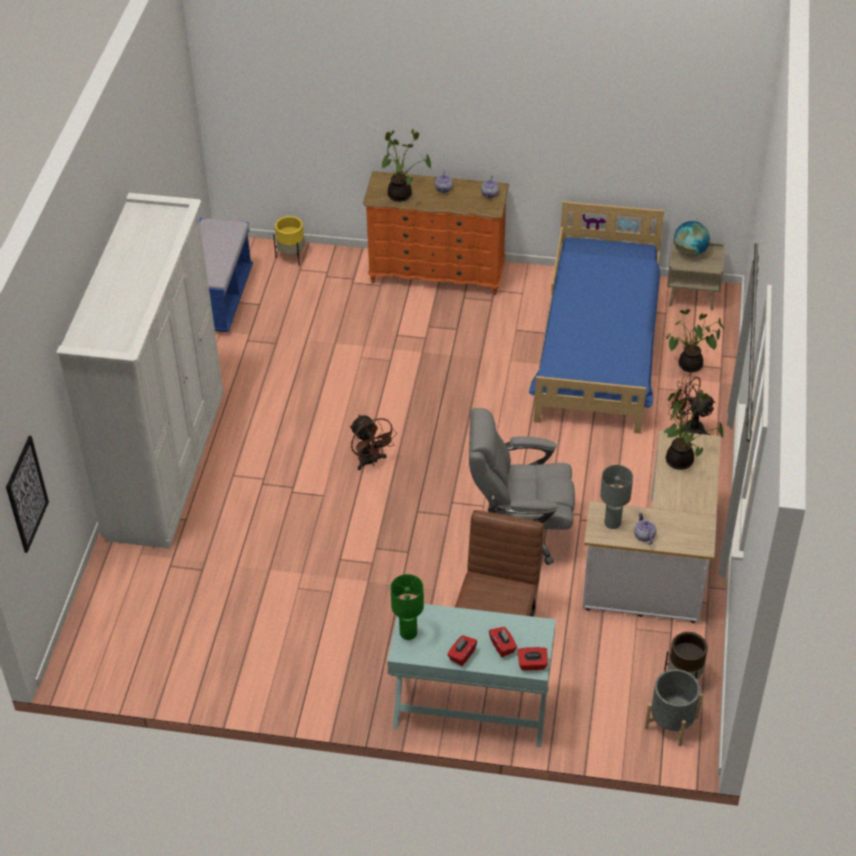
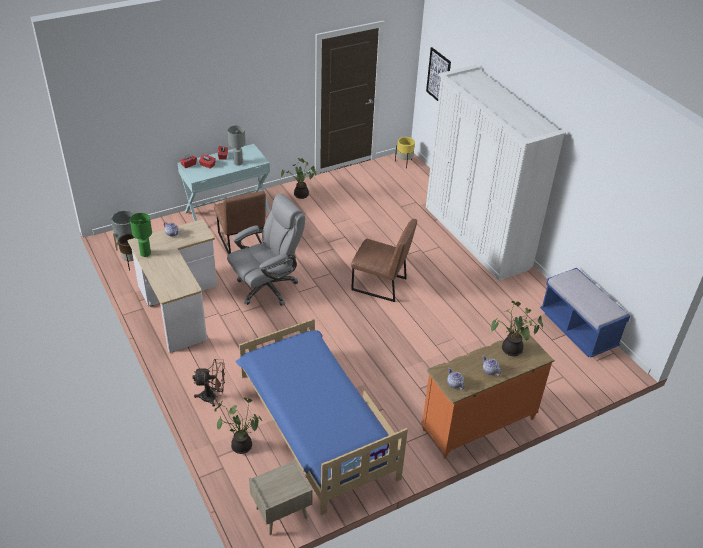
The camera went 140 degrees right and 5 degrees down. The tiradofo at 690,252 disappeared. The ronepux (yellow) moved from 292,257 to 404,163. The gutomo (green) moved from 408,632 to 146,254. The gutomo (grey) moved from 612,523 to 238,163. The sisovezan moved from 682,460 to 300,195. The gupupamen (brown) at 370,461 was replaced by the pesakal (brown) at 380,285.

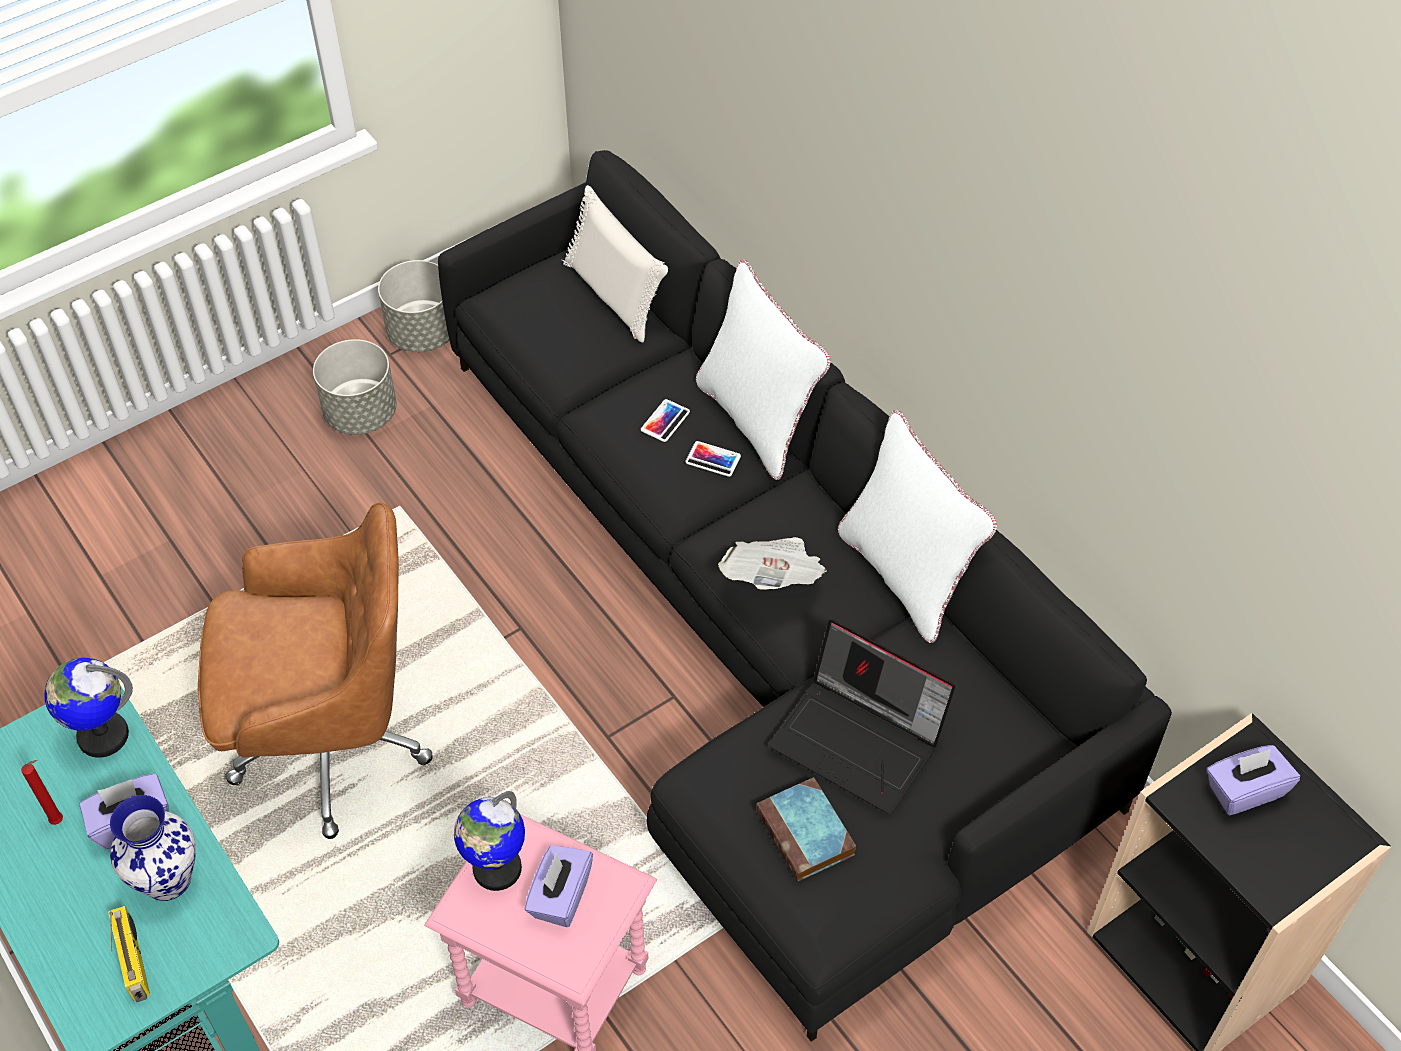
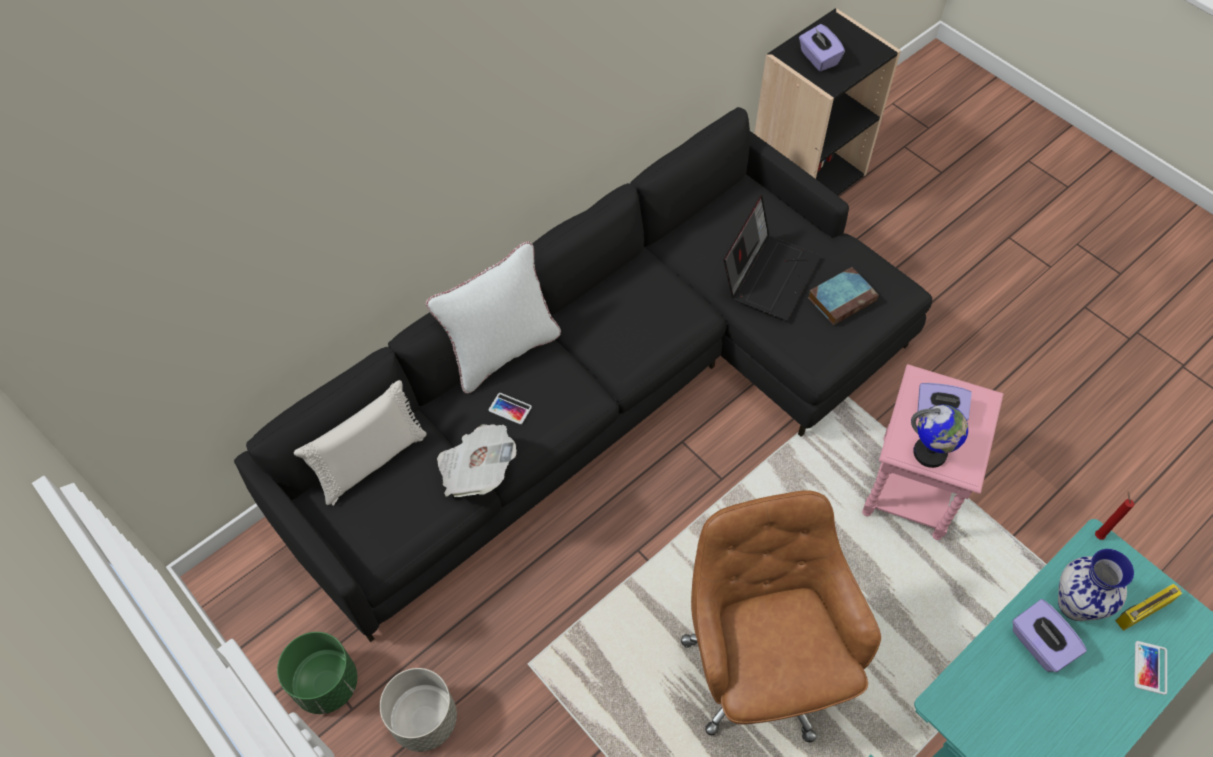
The camera went 95 degrees left and 5 degrees up. The tiradofo at 102,735 disappeared. The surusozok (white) at 905,575 disappeared. The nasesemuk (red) moved from 59,821 to 1097,534. The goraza moved from 713,459 to 1150,667. The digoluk moved from 773,579 to 476,470. The ronepux (grey) at 422,333 became the ronepux (green) at 326,684.

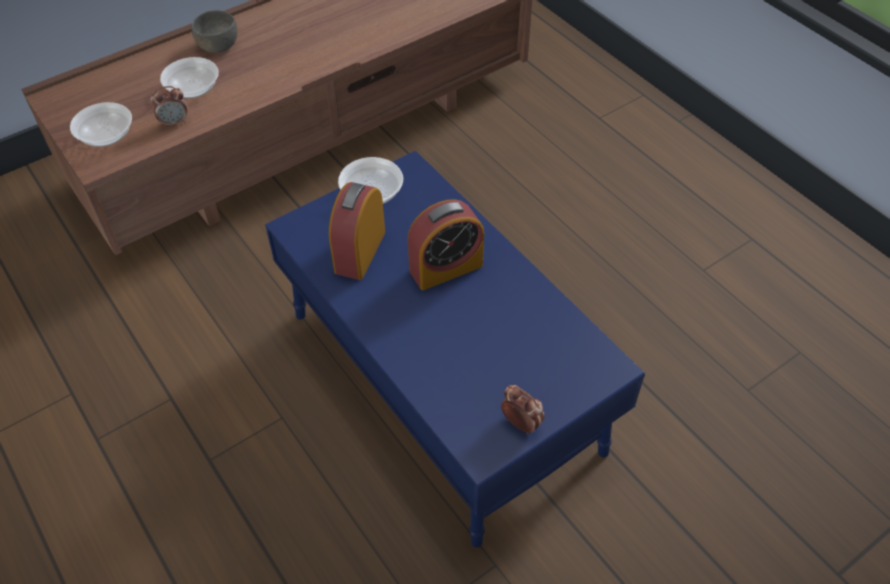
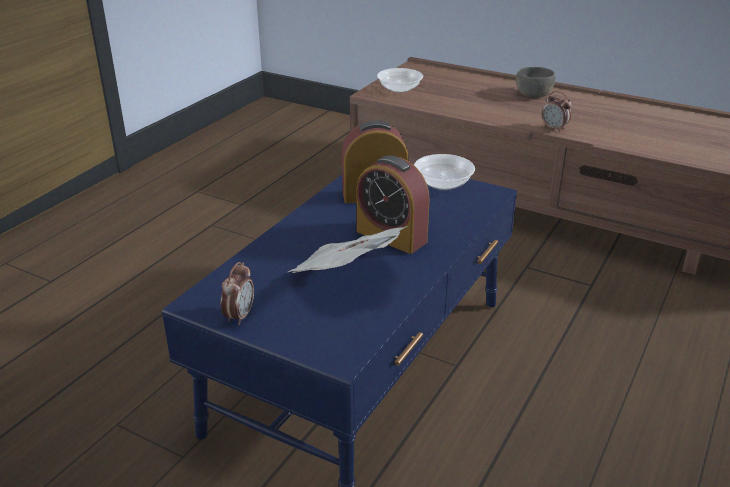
The camera went 65 degrees right and 20 degrees down. The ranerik at 193,89 disappeared. The digoluk at 346,276 appeared. The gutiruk moved from 174,122 to 554,128.

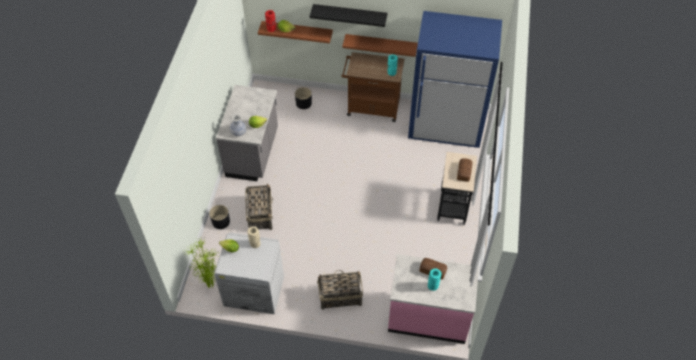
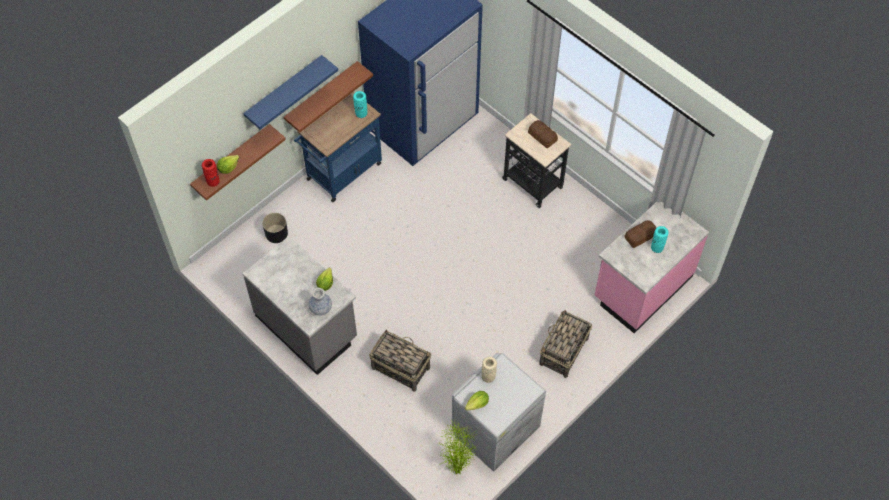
The camera went 55 degrees left and 5 degrees up. The ronepux (black) at 220,221 disappeared. The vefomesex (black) at 350,14 became the vefomesex (blue) at 284,91. The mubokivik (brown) at 371,108 became the mubokivik (blue) at 342,173.

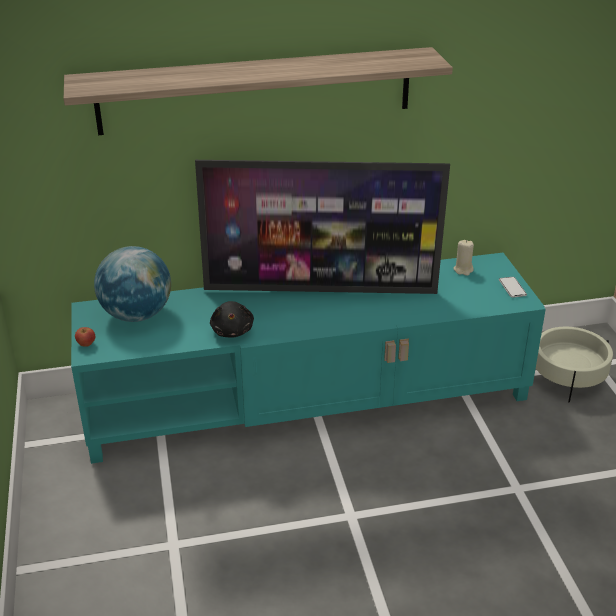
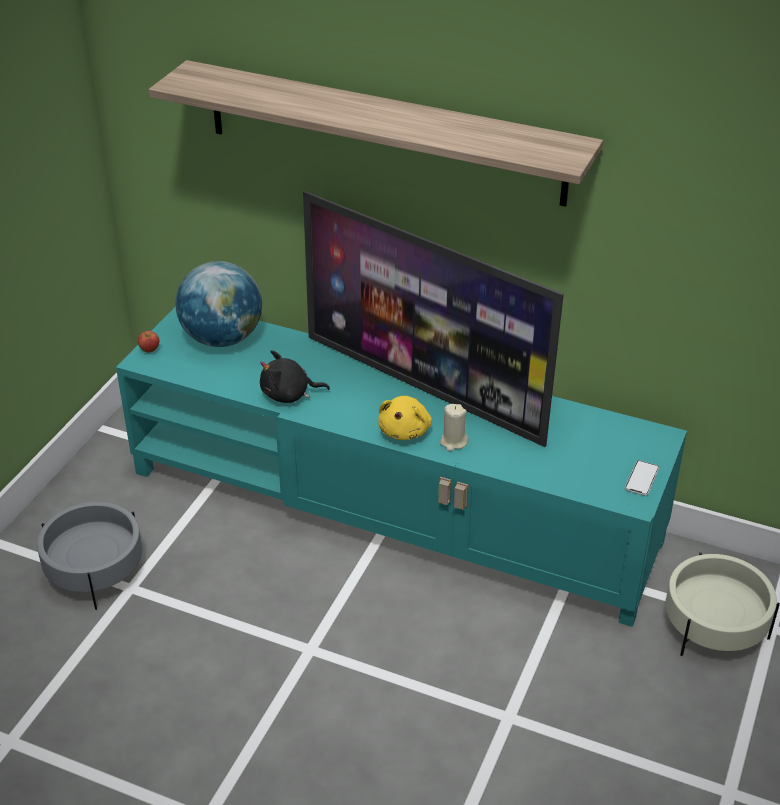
The camera went 35 degrees right and 5 degrees up. The ronepux (grey) at 95,571 appeared. The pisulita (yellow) at 405,430 appeared. The nasesemuk (beige) moved from 463,270 to 453,442. The pisulita (black) at 232,331 turned 60 degrees clockwise.

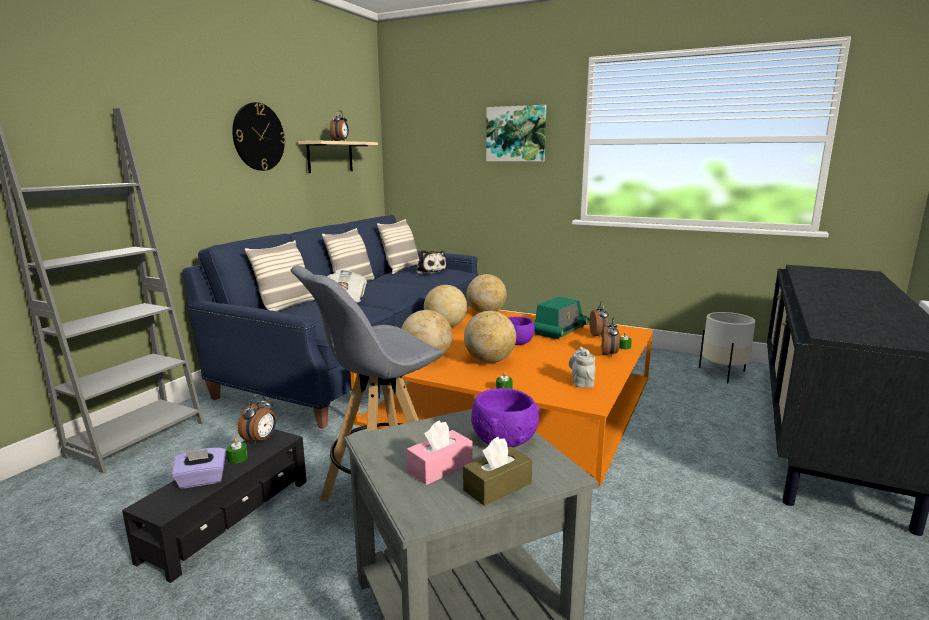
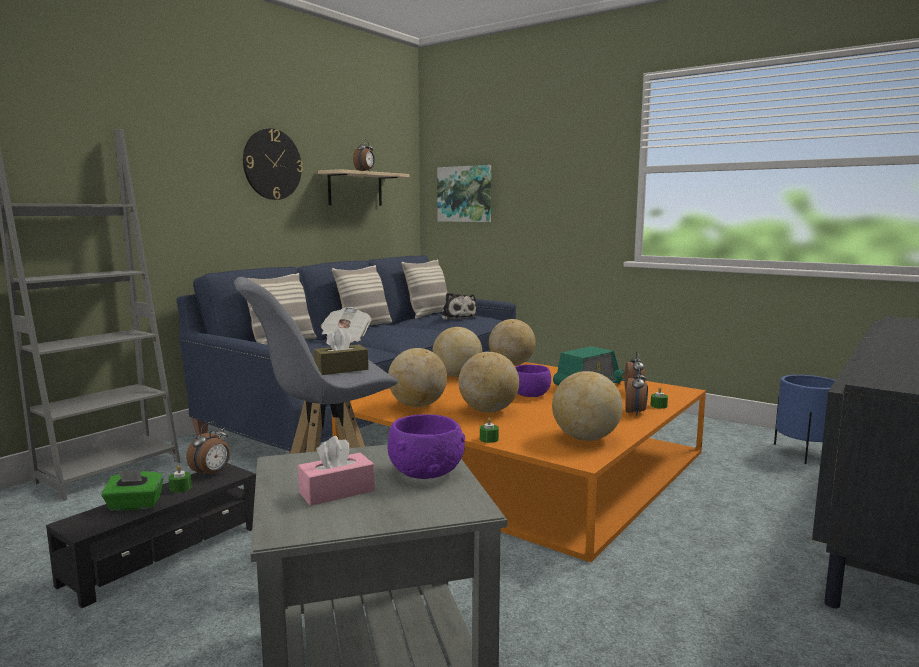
The camera went 10 degrees right and 5 degrees down. The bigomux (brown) moved from 497,487 to 341,369. The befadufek moved from 516,134 to 465,194. The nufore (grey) at 582,382 was replaced by the tiradofo at 585,438. The bigomux (purple) at 202,480 became the bigomux (green) at 134,505. The ronepux (white) at 723,373 became the ronepux (blue) at 804,453.

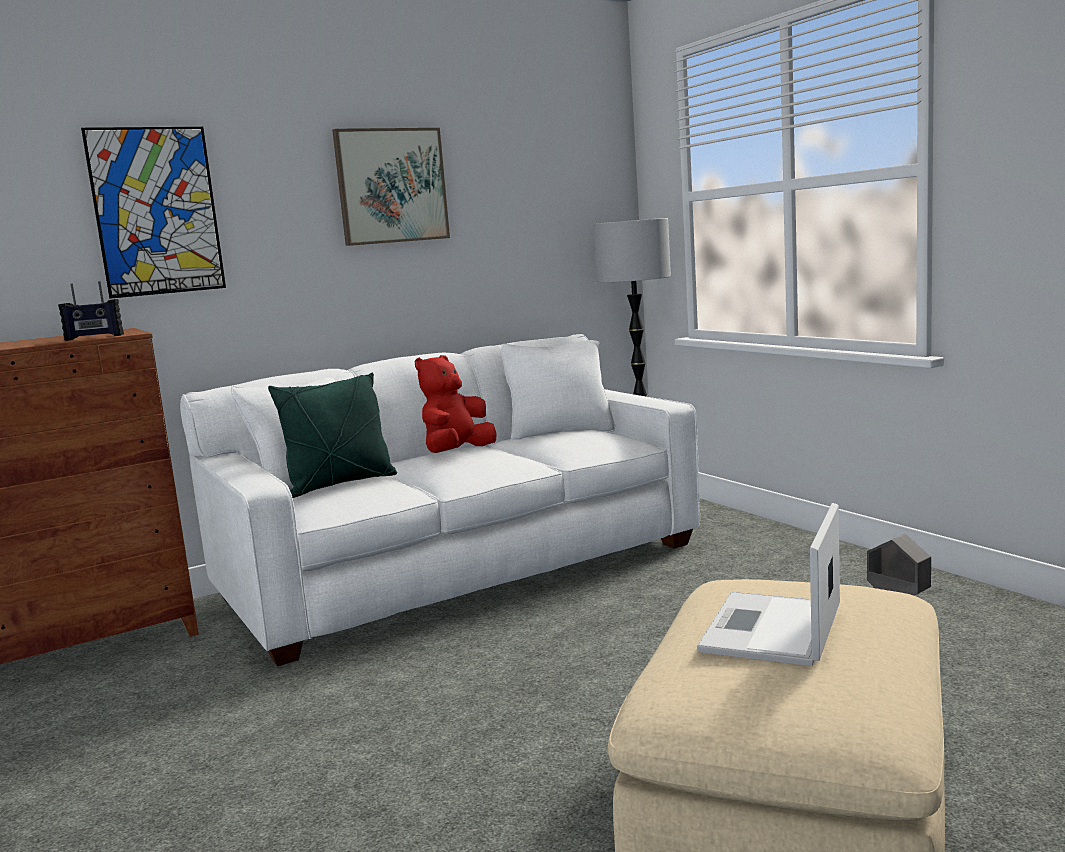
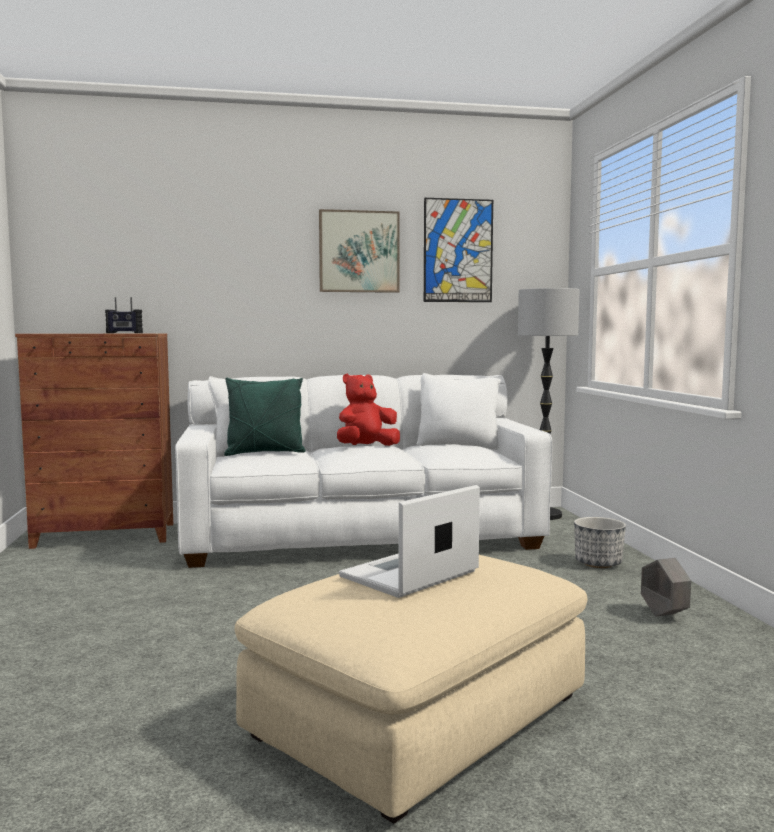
The camera went 20 degrees right and 5 degrees down. The ronepux at 598,563 appeared. The befadufek moved from 156,211 to 458,250.

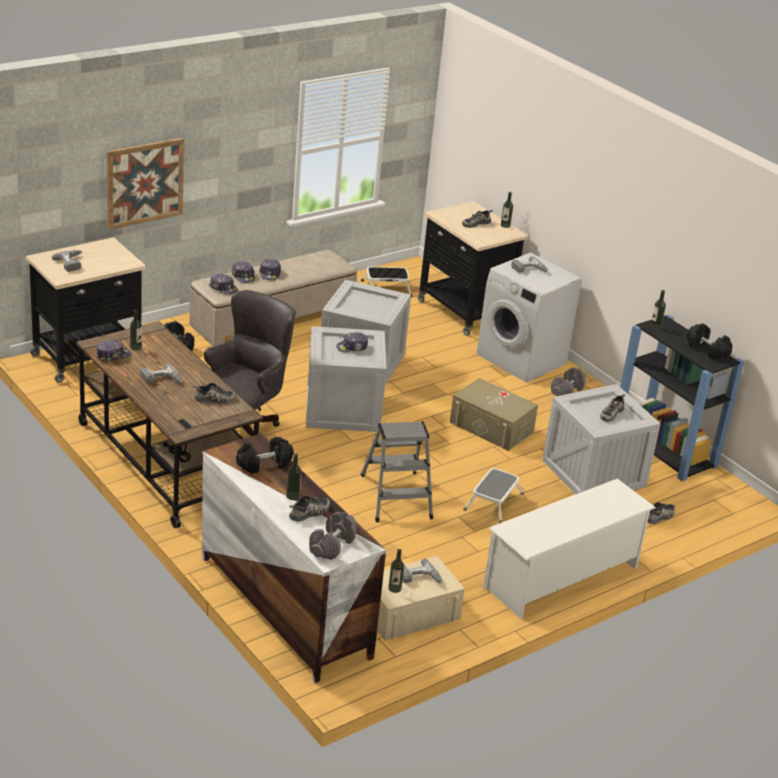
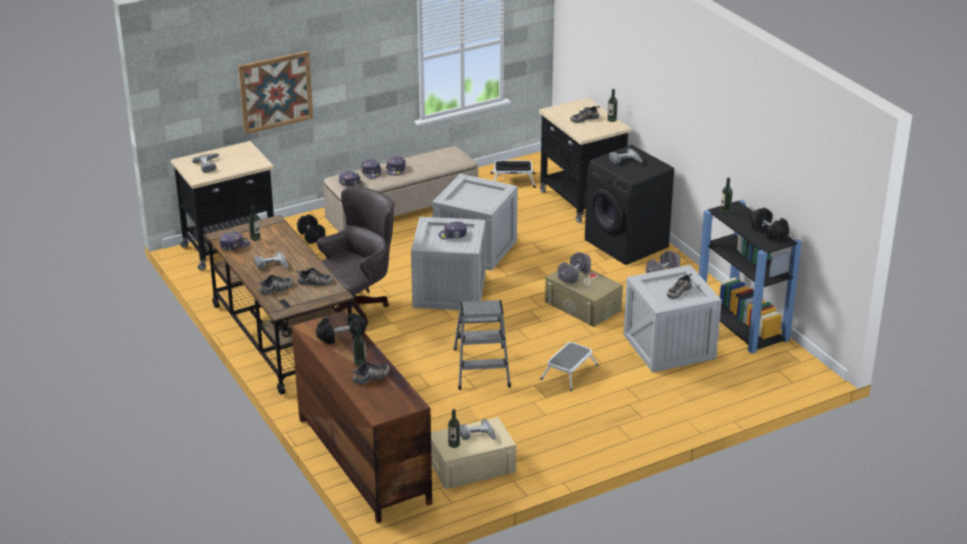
The camera went 10 degrees right and 0 degrees up. The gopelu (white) at 562,577 disappeared. The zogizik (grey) moved from 332,545 to 574,275. The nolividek moved from 660,517 to 276,289. The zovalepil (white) at 285,605 became the zovalepil (brown) at 364,459. The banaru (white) at 520,359 became the banaru (black) at 625,243.

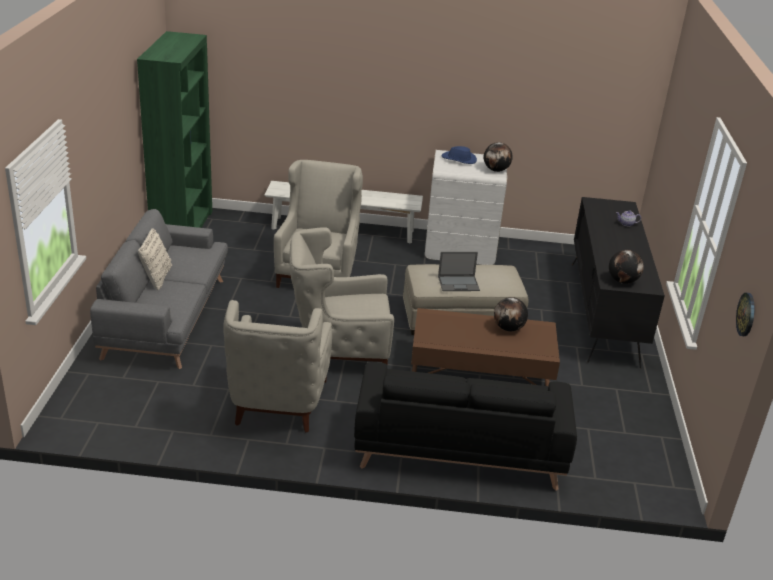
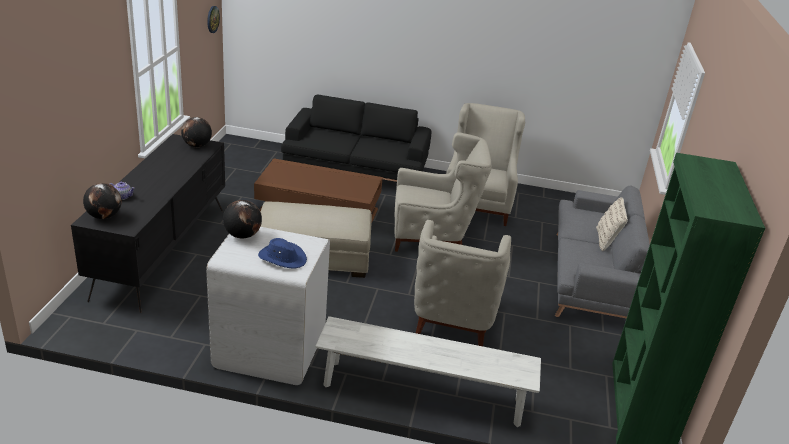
The camera went 175 degrees left and 0 degrees up. The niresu at 459,283 disappeared. The tiradofo moved from 508,328 to 104,216.

